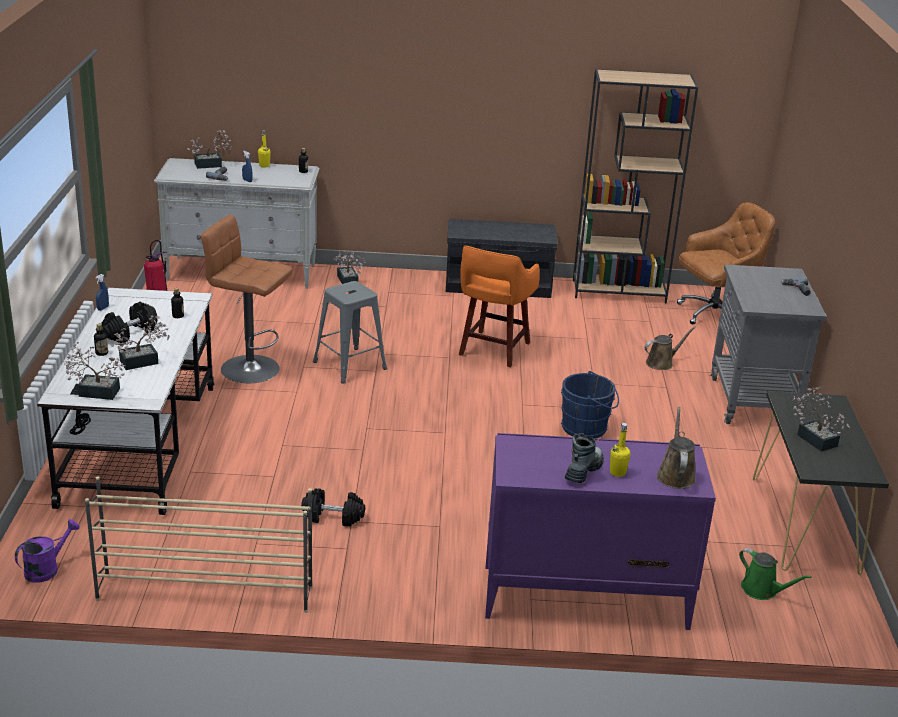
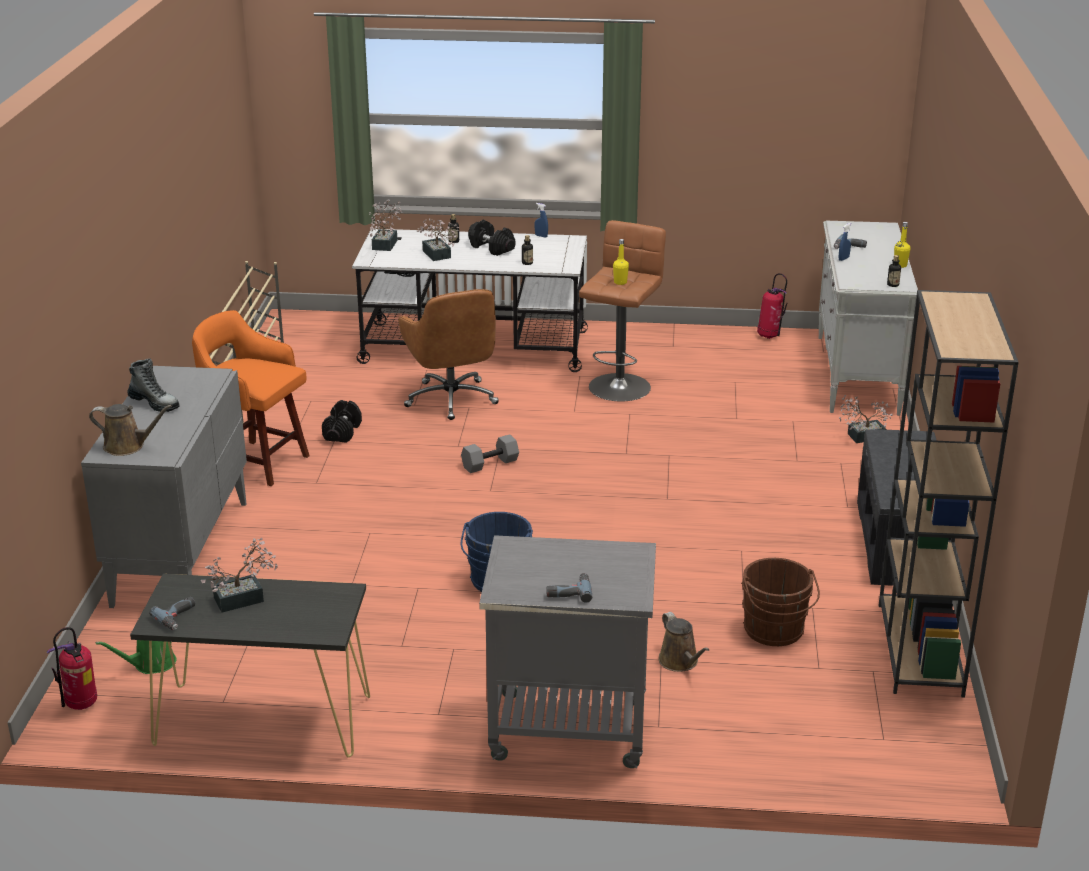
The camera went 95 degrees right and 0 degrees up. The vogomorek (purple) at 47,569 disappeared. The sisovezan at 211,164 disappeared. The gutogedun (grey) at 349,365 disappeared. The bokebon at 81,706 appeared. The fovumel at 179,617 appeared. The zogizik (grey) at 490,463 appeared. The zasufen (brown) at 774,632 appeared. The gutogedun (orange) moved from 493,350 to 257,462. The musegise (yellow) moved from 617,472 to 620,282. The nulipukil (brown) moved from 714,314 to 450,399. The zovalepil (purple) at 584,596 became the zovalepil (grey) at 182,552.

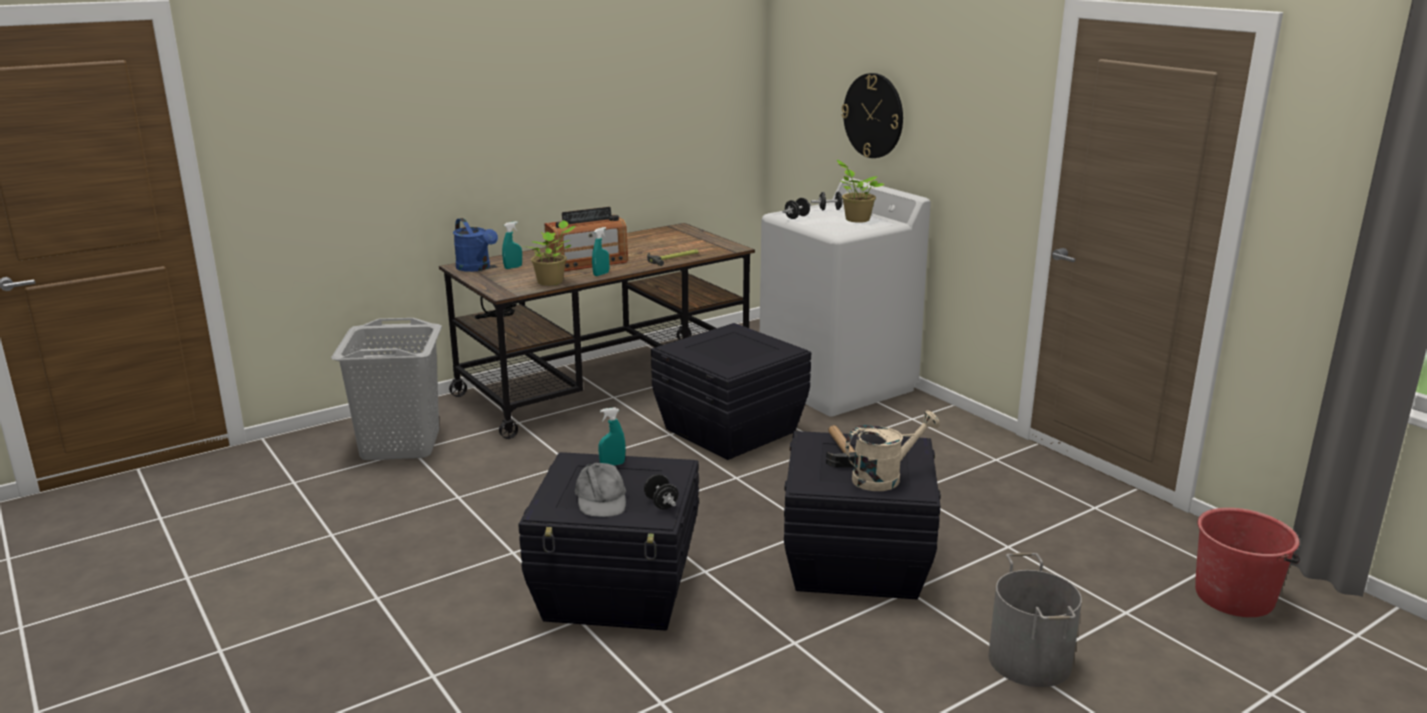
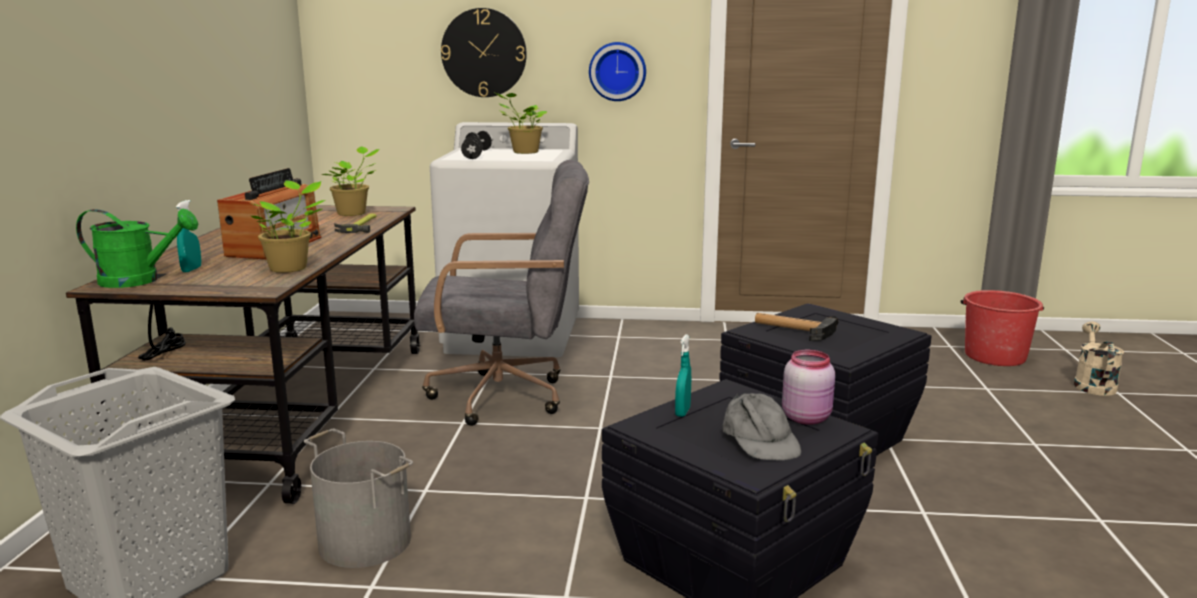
The camera went 50 degrees left and 5 degrees down. The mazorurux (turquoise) at 601,274 disappeared. The sisovezan at 354,213 appeared. The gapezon at 617,71 appeared. The vogomorek (beige) moved from 884,478 to 1092,384. The zasufen (grey) moved from 1030,660 to 366,541. The zogizik (black) at 661,503 was replaced by the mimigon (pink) at 807,417. The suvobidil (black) at 728,430 was replaced by the nulipukil (grey) at 507,398. The vogomorek (blue) at 476,268 became the vogomorek (green) at 140,280. The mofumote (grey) at 600,499 turned 45 degrees clockwise.

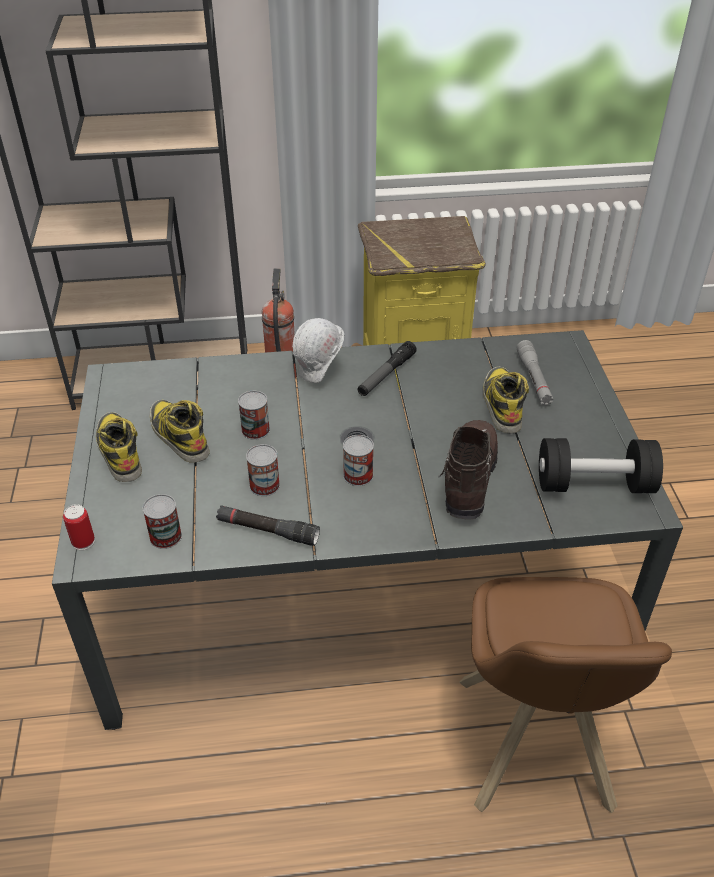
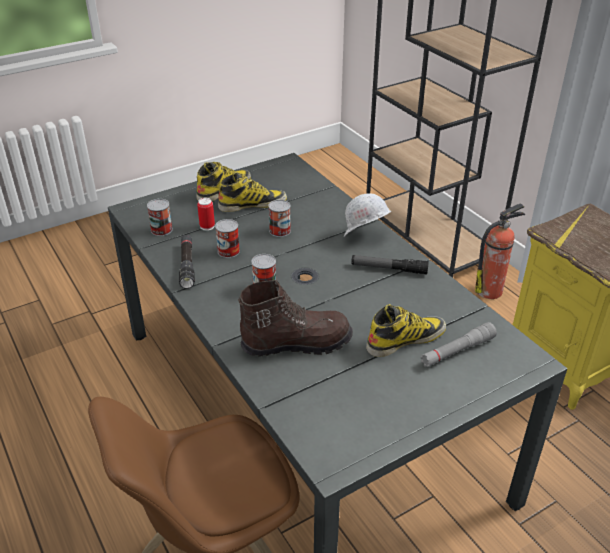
The camera went 65 degrees right and 5 degrees down. The zogizik (black) at 594,484 disappeared. The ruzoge moved from 83,542 to 207,226. The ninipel at 178,435 turned 45 degrees clockwise.

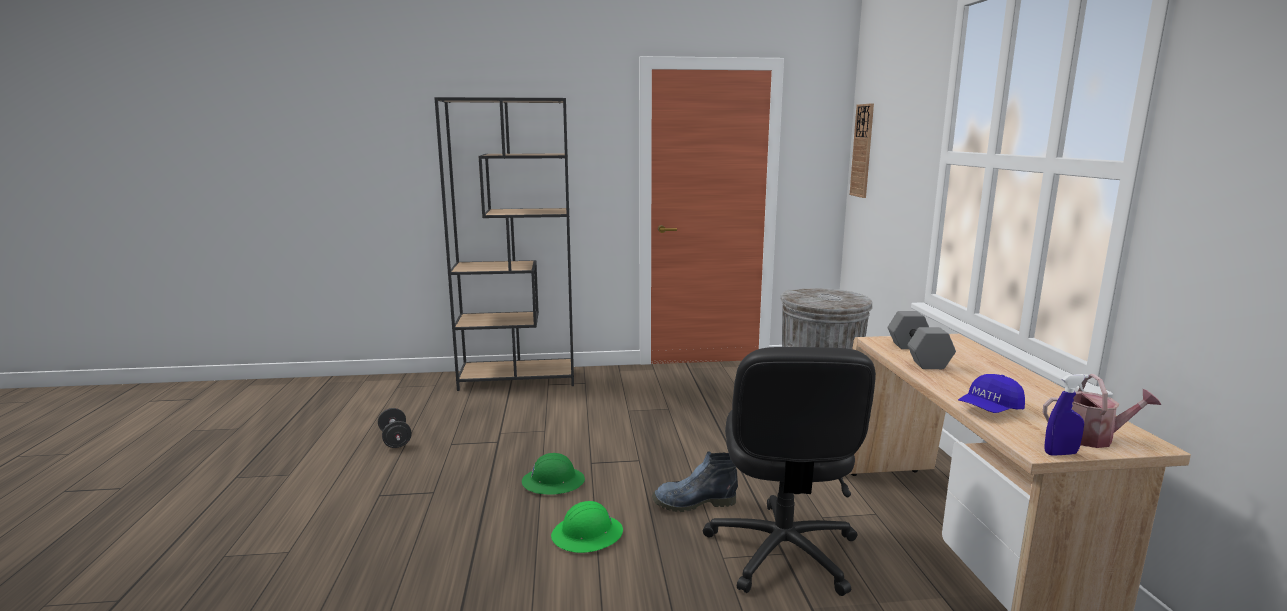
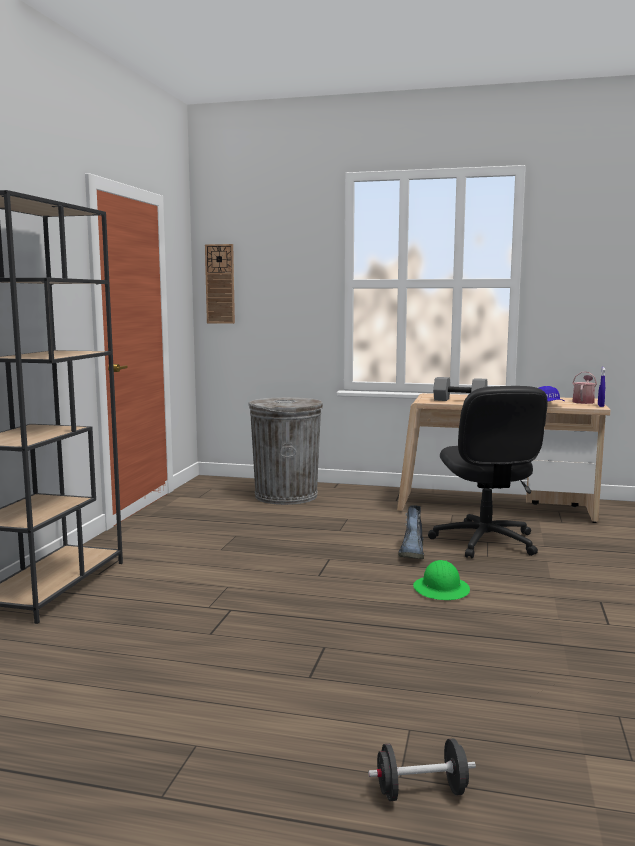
The camera went 70 degrees left and 5 degrees down. The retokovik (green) at 553,482 disappeared. The zogizik (black) moved from 395,440 to 421,792. The nulipukil (black) at 782,551 turned 60 degrees clockwise.

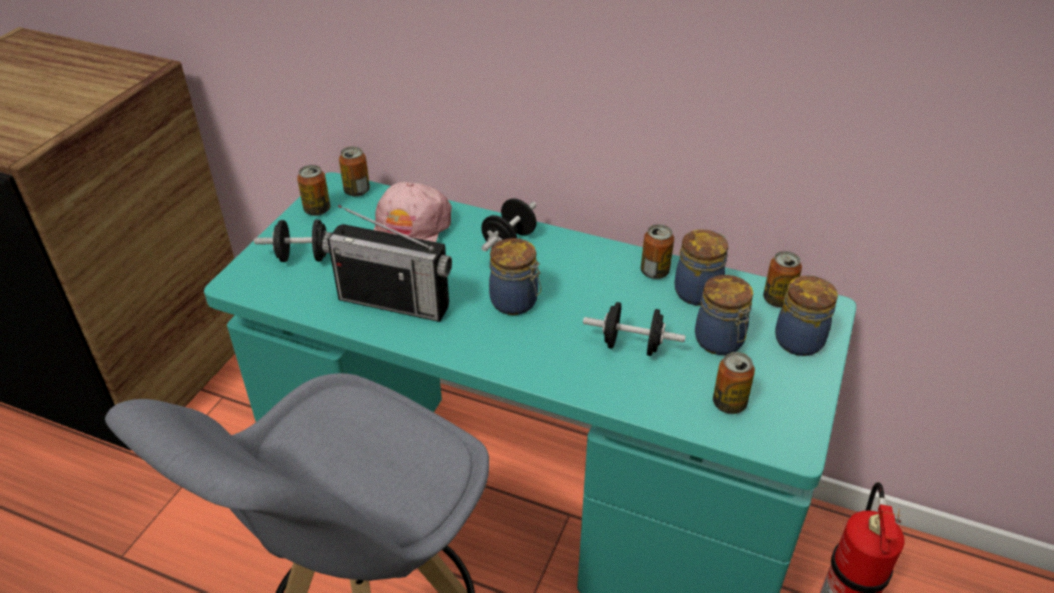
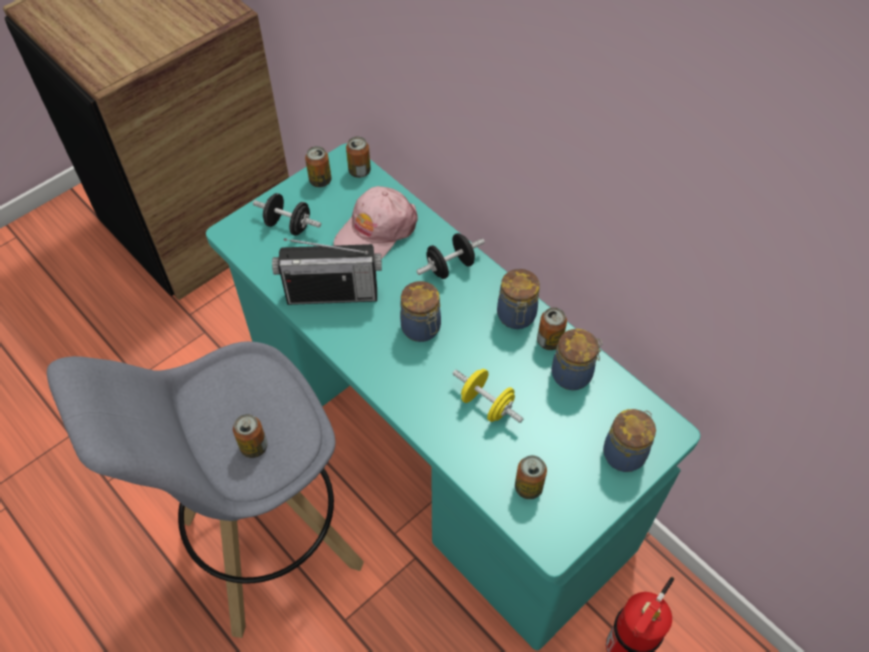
The camera went 25 degrees right and 15 degrees up. The mimigon moved from 720,342 to 516,317. The ruzoge moved from 777,300 to 254,446. The zogizik (black) at 632,345 became the zogizik (yellow) at 486,404. The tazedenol at 394,302 turned 45 degrees counterclockwise.

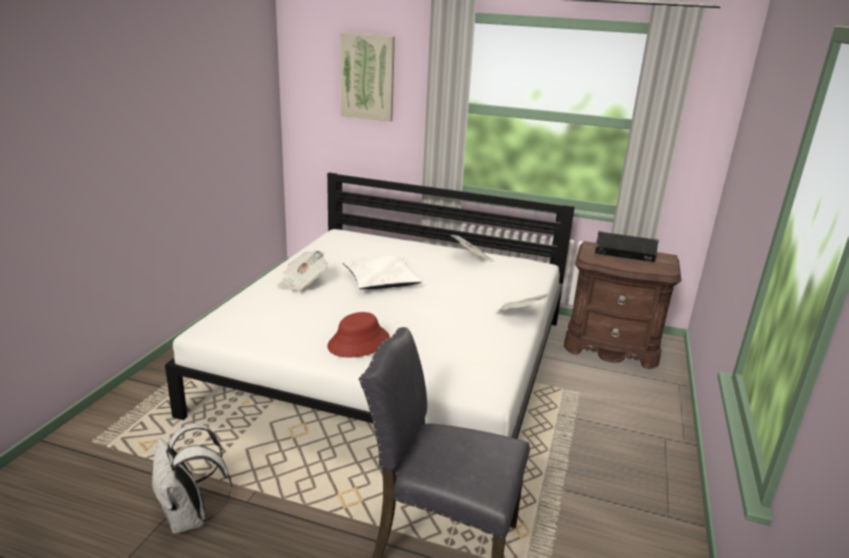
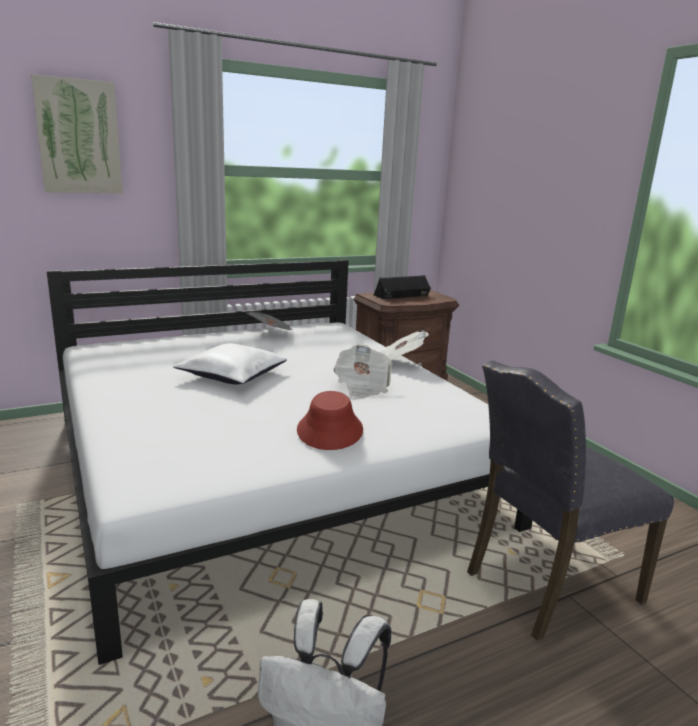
The camera went 45 degrees left and 5 degrees down. The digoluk moved from 302,283 to 362,387.

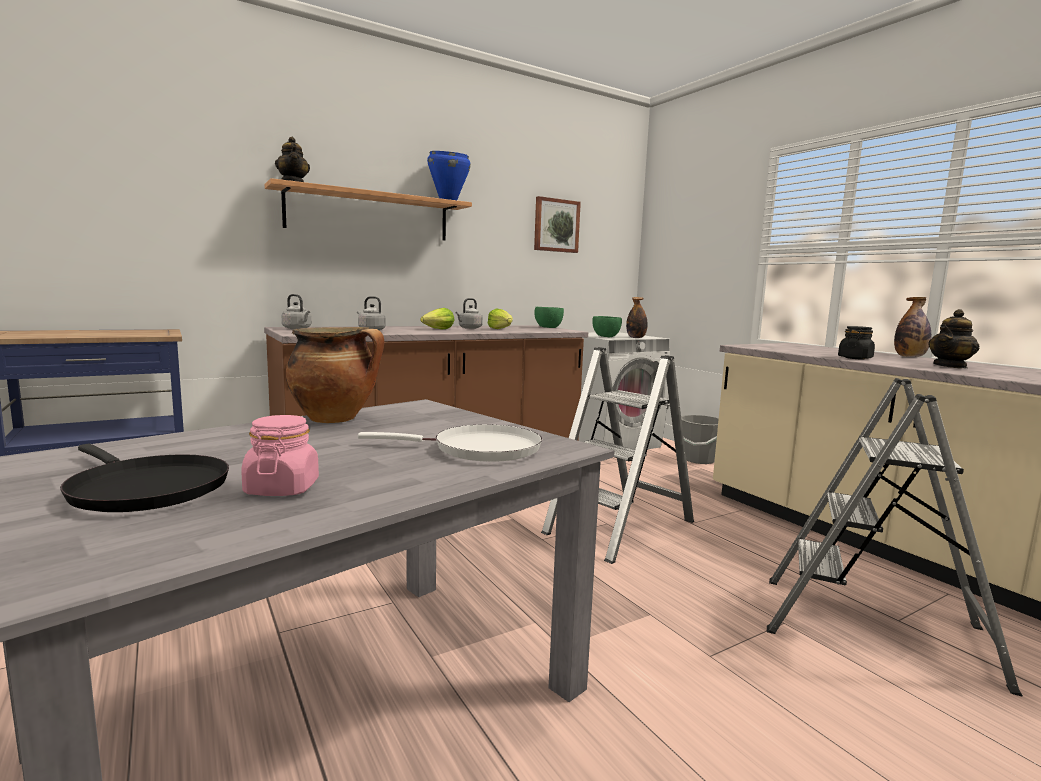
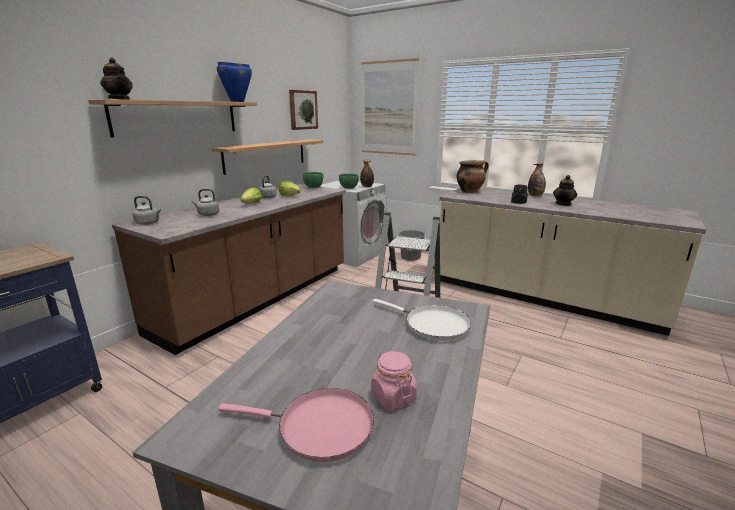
The camera went 25 degrees left and 10 degrees up. The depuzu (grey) at 879,629 disappeared. The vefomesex at 266,155 appeared. The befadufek at 388,108 appeared. The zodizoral moved from 336,419 to 470,191. The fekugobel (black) at 145,489 became the fekugobel (pink) at 319,427. The fekugobel (white) at 479,449 turned 60 degrees clockwise.

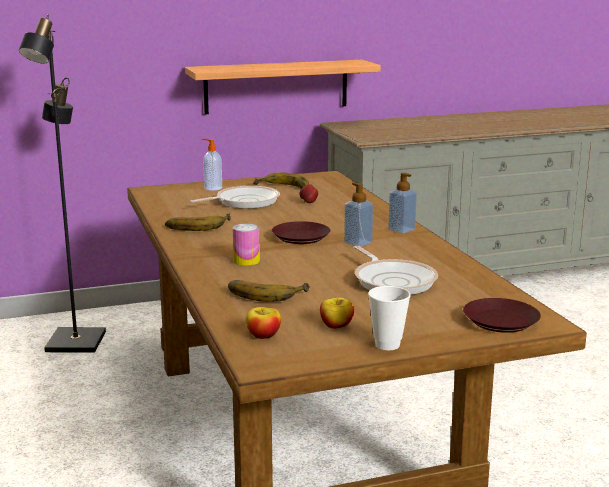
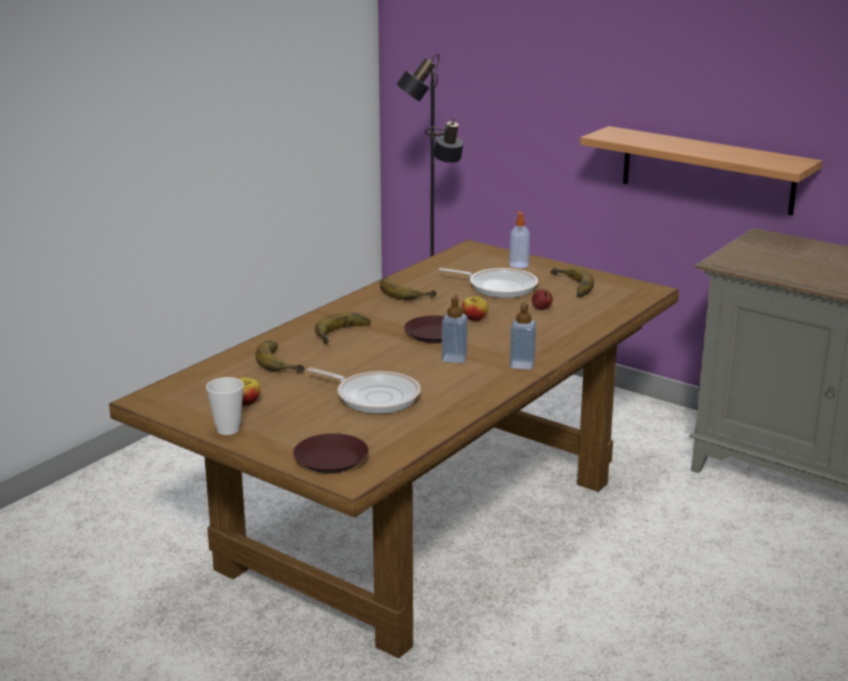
The camera went 55 degrees right and 5 degrees up. The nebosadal moved from 263,335 to 474,318. The ruzoge at 246,261 was replaced by the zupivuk at 345,334. The fekugobel at 393,281 turned 90 degrees counterclockwise.

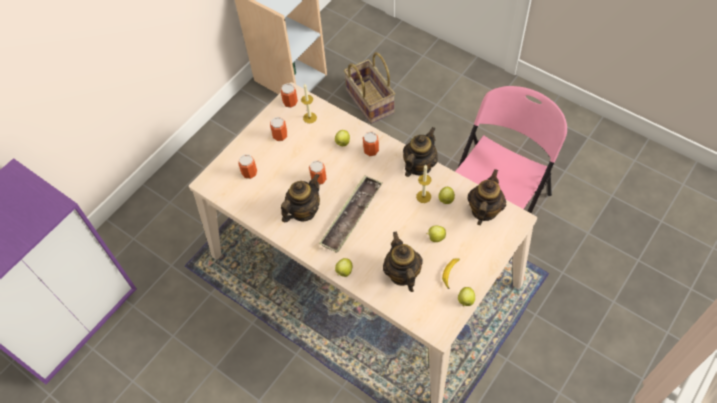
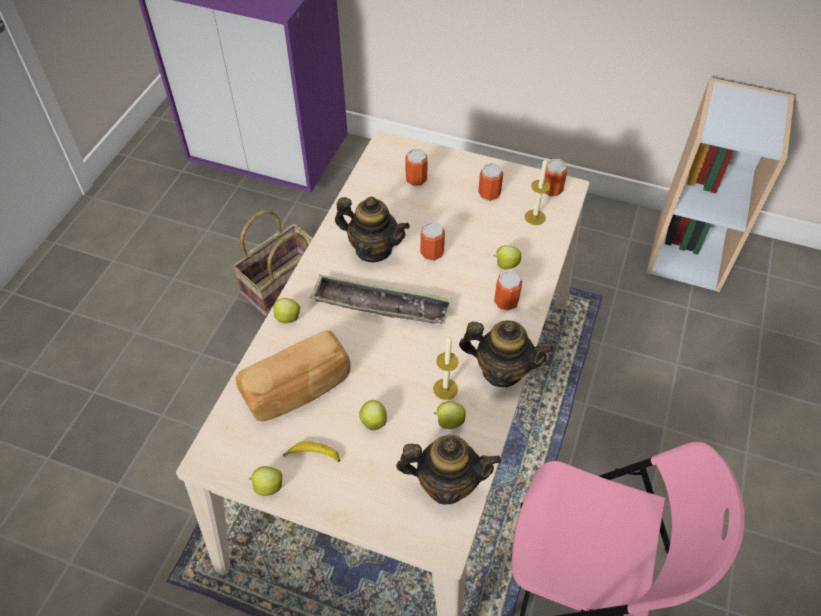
The camera went 70 degrees right and 5 degrees down. The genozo moved from 369,102 to 283,284. The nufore at 402,274 was replaced by the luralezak at 298,389.

